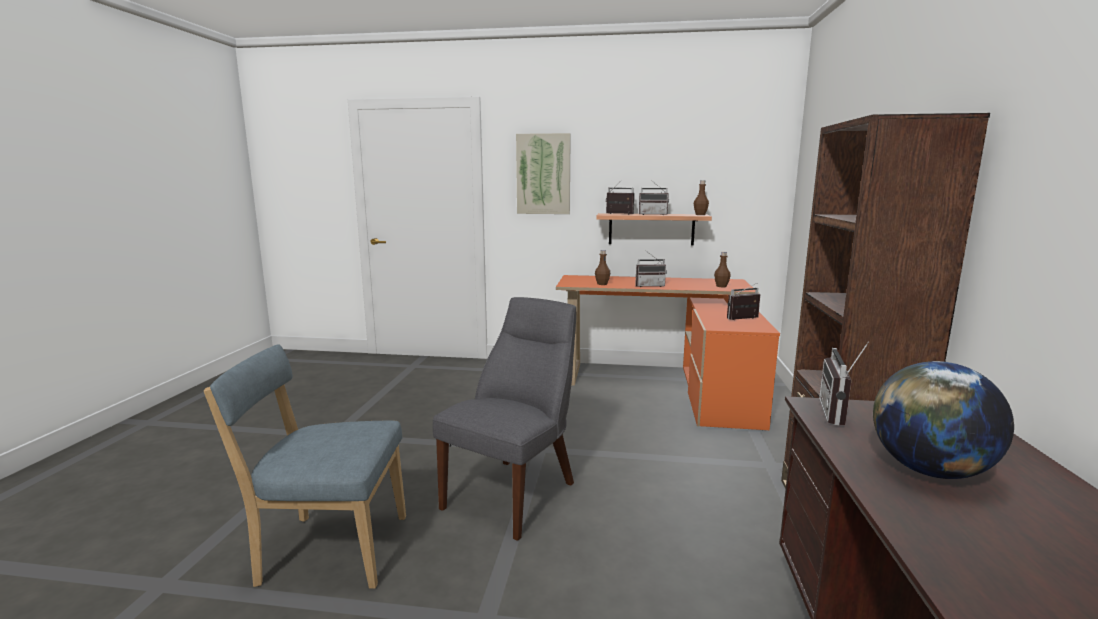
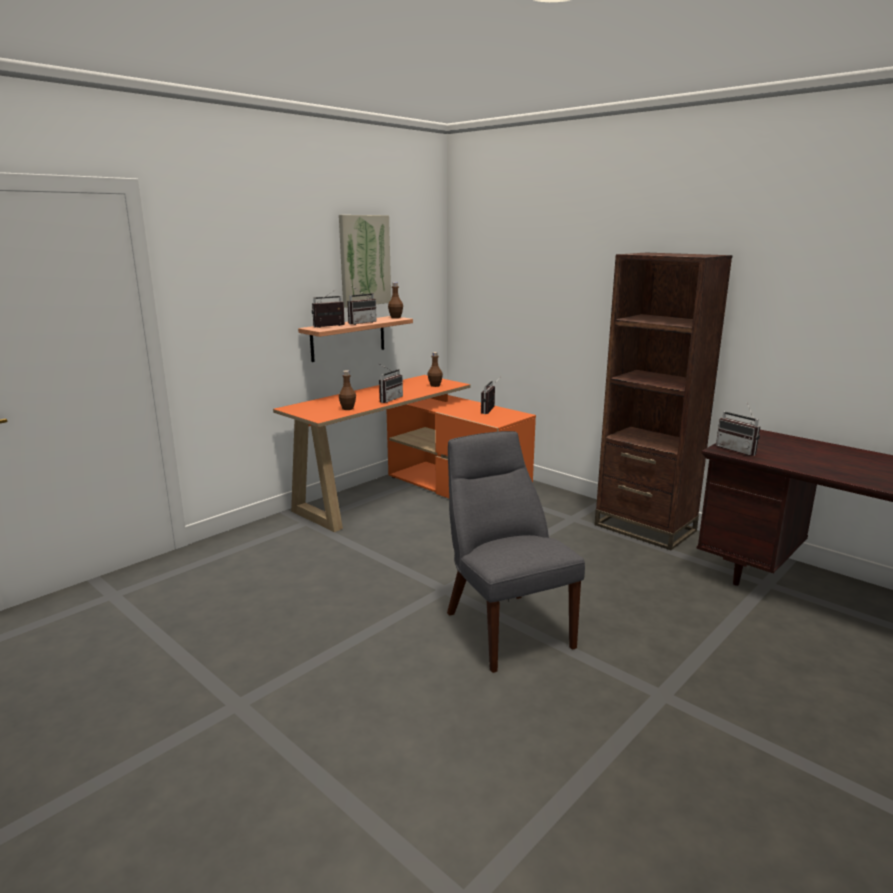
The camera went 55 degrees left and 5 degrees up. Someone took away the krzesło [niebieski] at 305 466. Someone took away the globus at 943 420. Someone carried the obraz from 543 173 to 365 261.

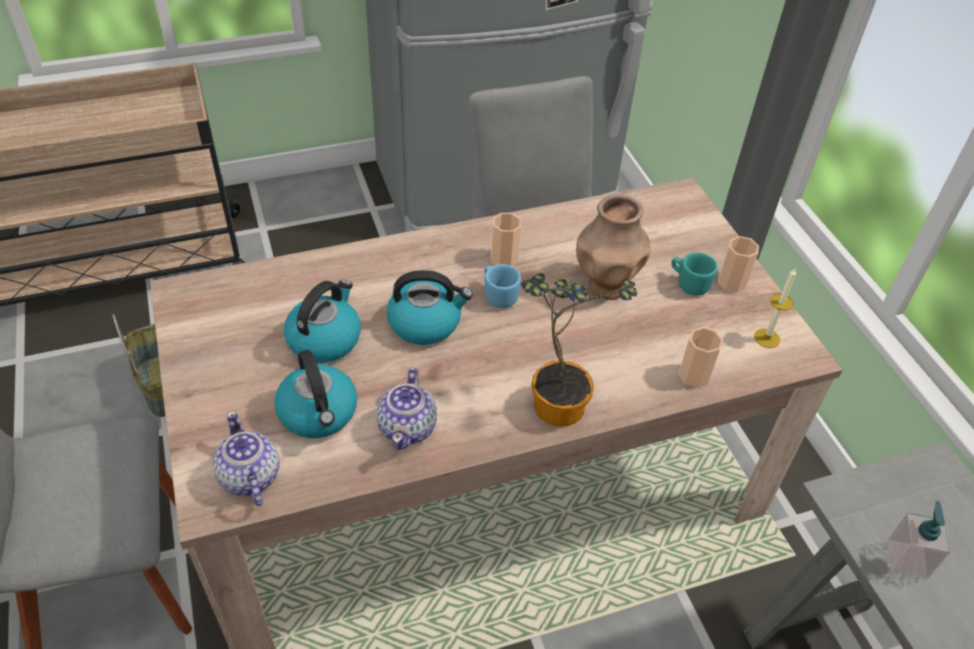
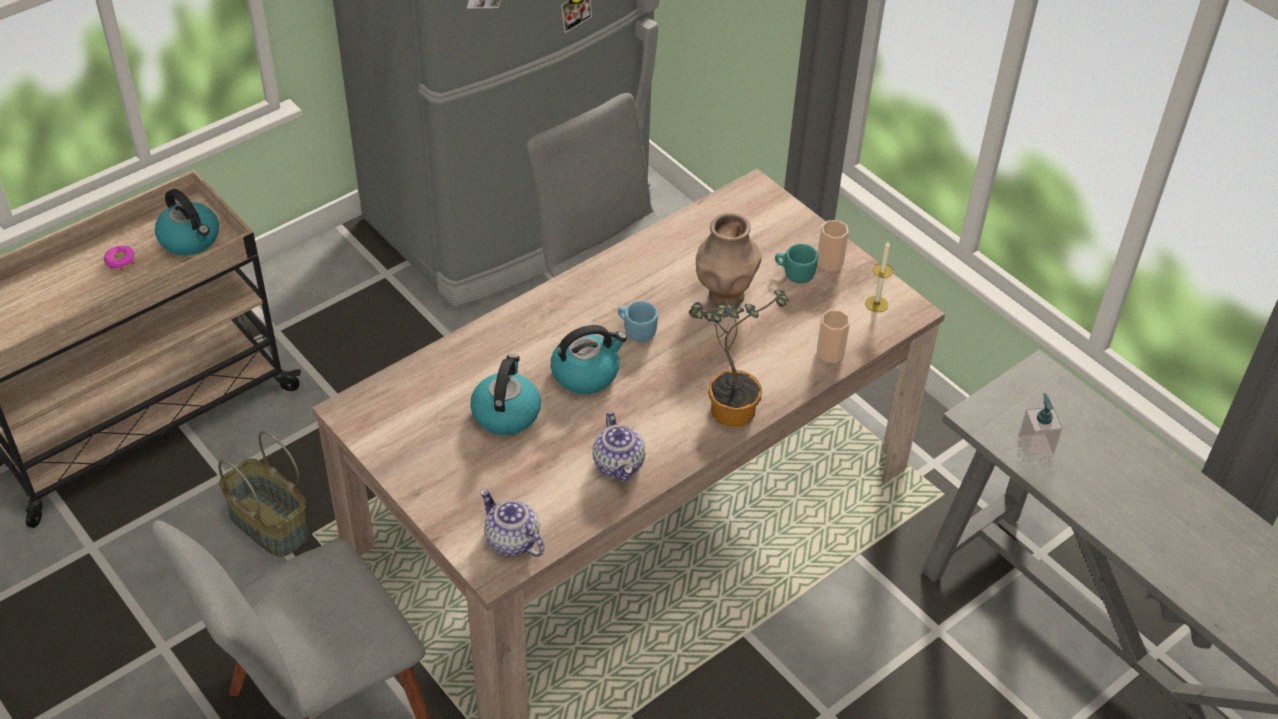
The camera went 20 degrees left and 0 degrees up. Someone took away the filiżanka at 506 239. Someone put down the donut at 120 258. Someone carried the czajnik from 315 394 to 187 222.

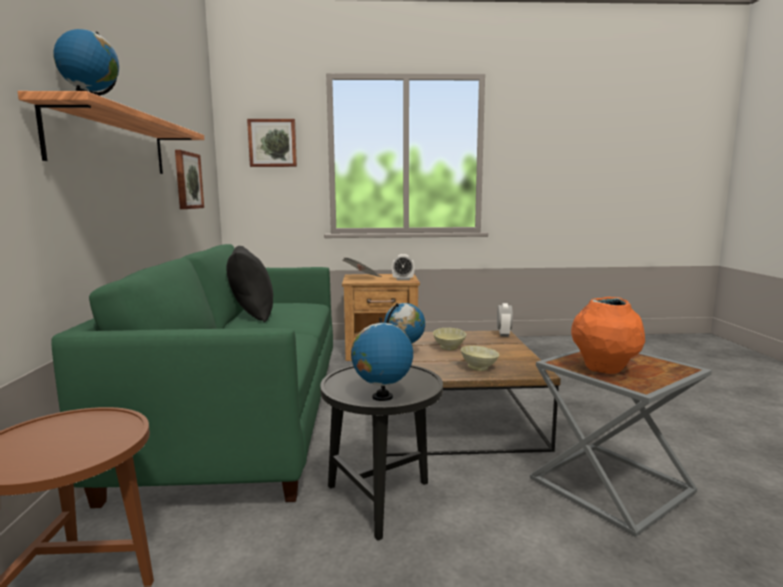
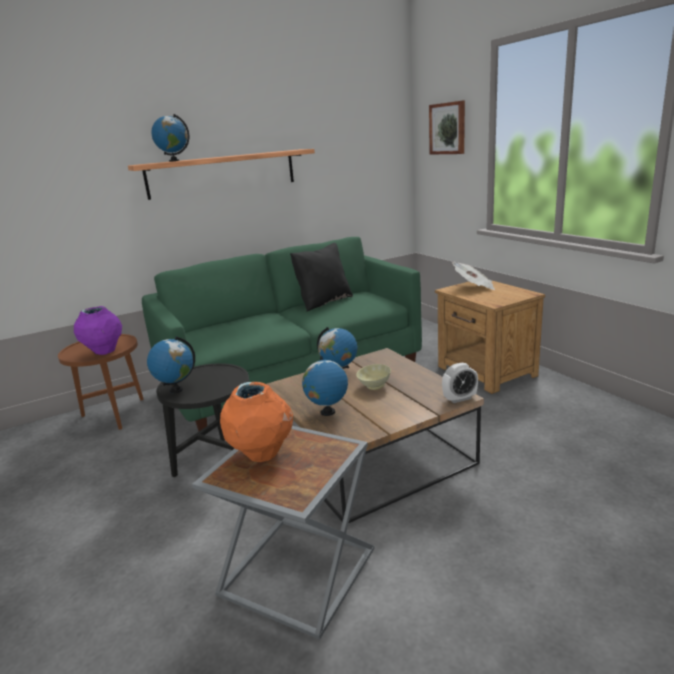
The camera went 65 degrees right and 10 degrees up. Someone took away the obraz at 189 179. Someone took away the budzik at 403 267. Someone put down the wazon [fioletowy] at 98 330. Someone swapped the miska [beżowy] at 480 358 for the globus at 325 386.

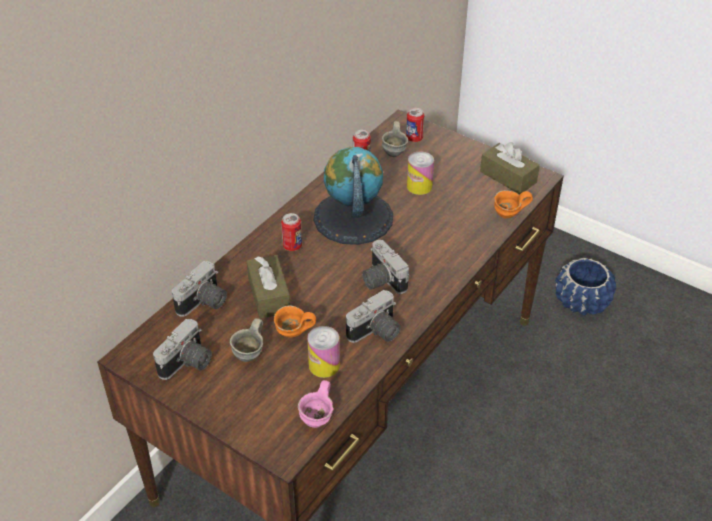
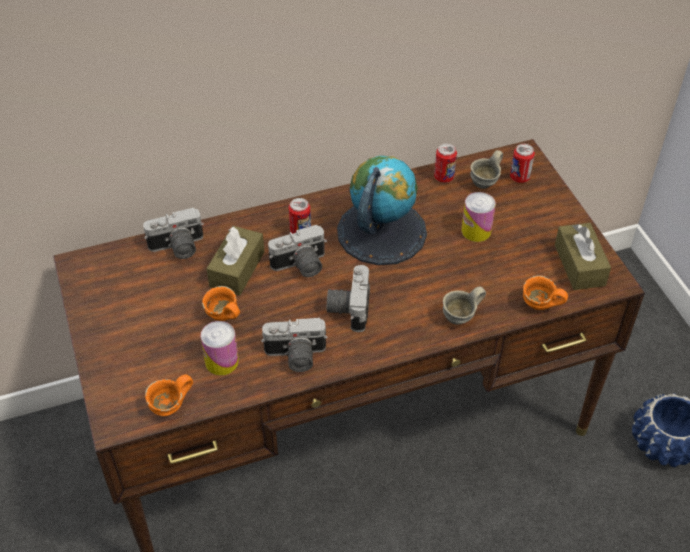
The camera went 35 degrees right and 5 degrees up. Someone carried the aparat fotograficzny from 182 349 to 297 251. Someone carried the kubek [szary] from 246 340 to 464 306. Someone repainted the kubek [różowy] at 315 404, which became the kubek [pomarańczowy] at 169 395.

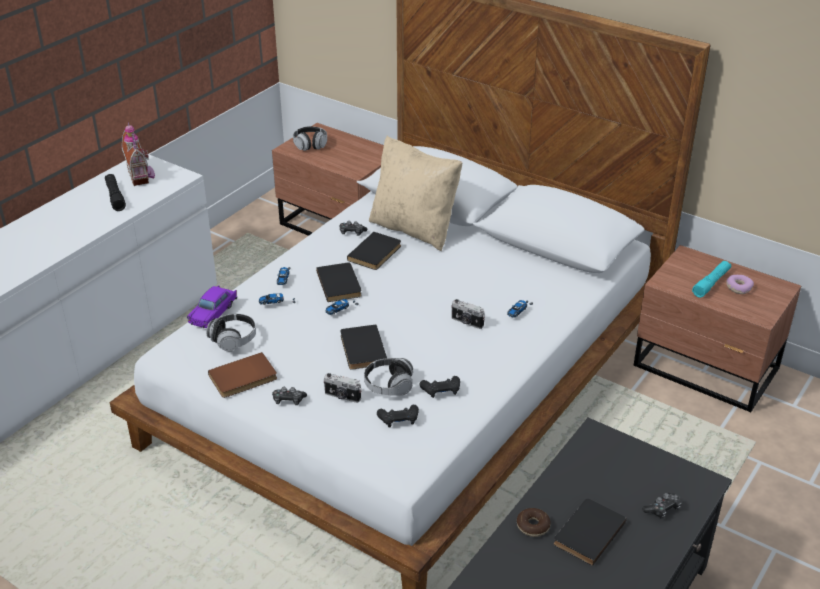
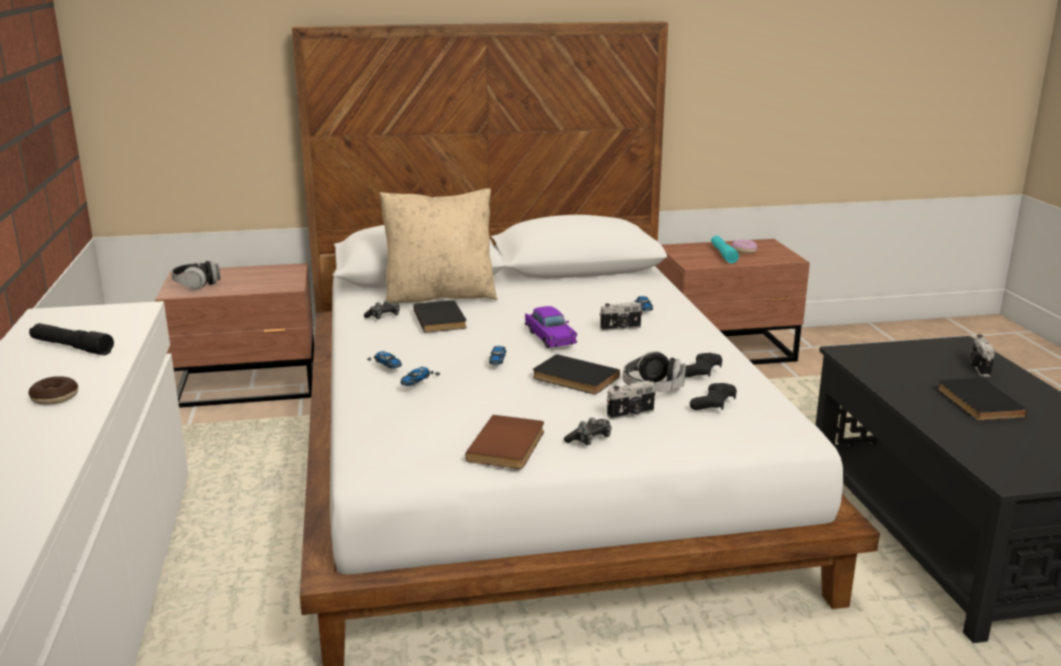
The camera went 45 degrees left and 15 degrees down. Someone took away the domek at 138 154. Someone took away the słuchawki at 231 332. Someone took away the książka [czarny] at 339 282. Someone carried the samochodzik [fioletowy] from 212 306 to 551 327. Someone carried the donut from 534 522 to 53 390. Someone swapped the pad do gier at 661 505 for the aparat fotograficzny at 982 356.

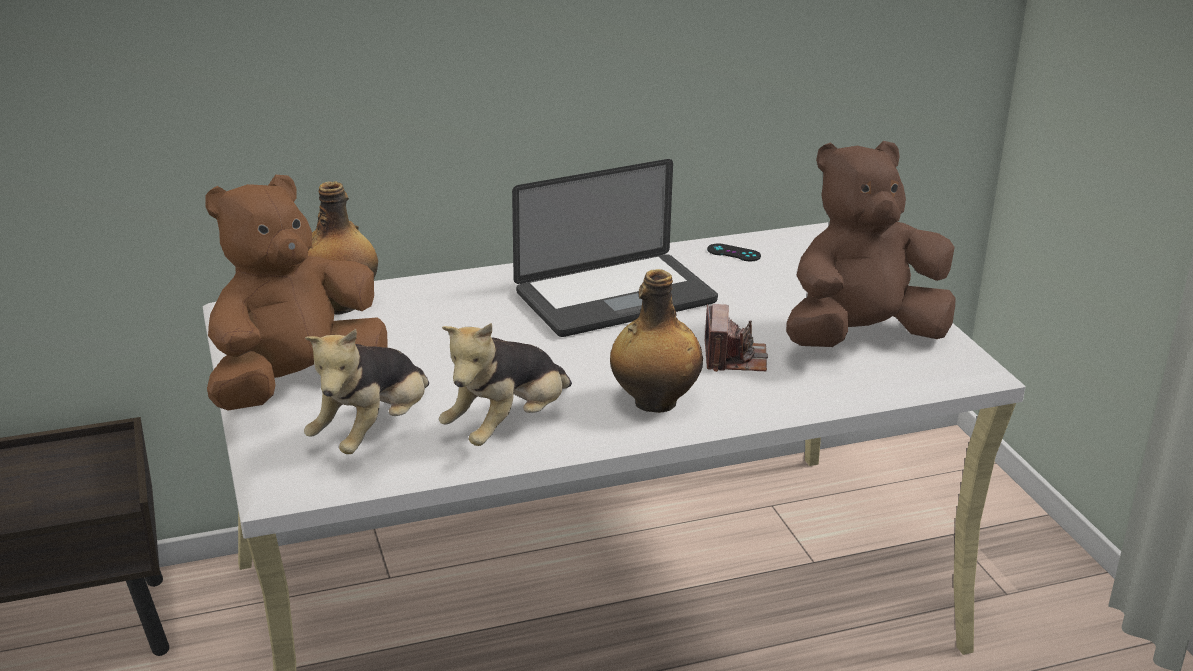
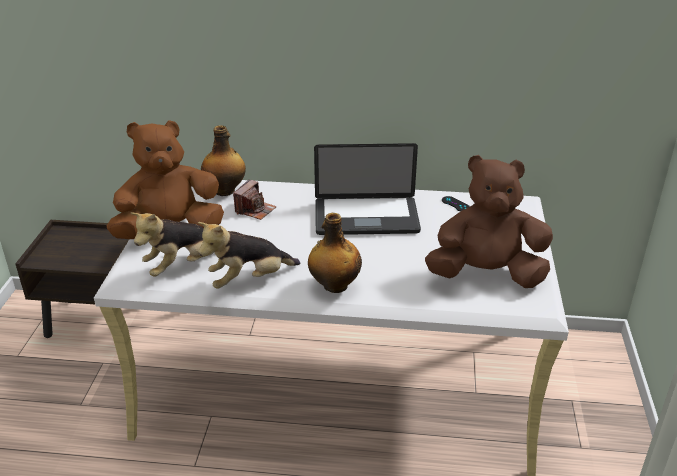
The camera went 25 degrees right and 5 degrees up. Someone carried the aparat fotograficzny from 736 338 to 255 200.

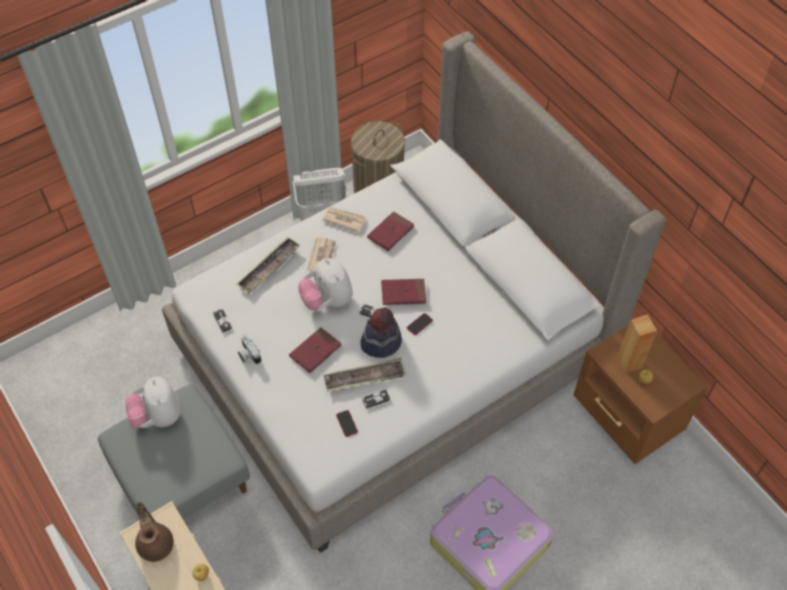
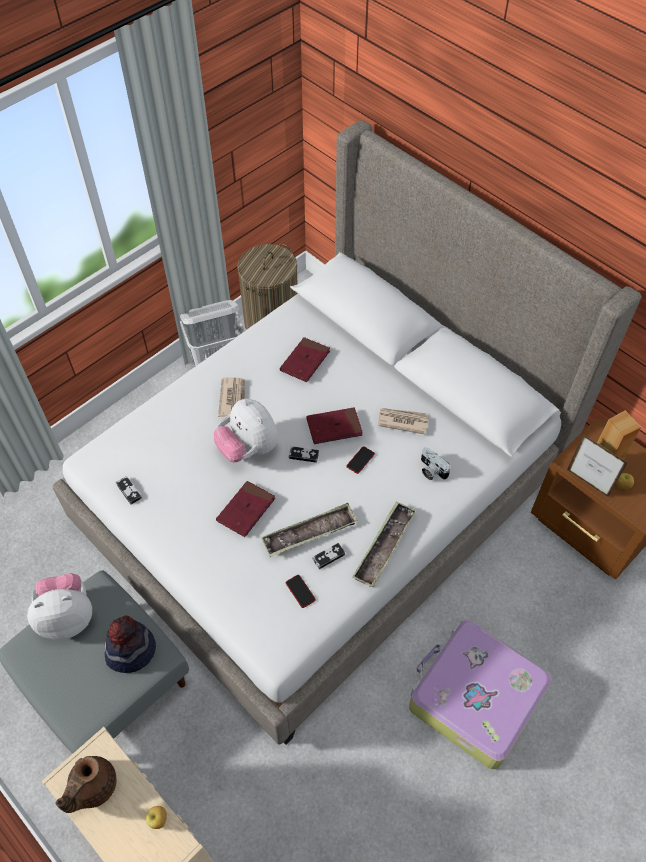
The camera went 10 degrees left and 0 degrees up. Someone put down the ramka na zdjęcie at 597 465. Someone carried the taca from 268 265 to 384 544. Someone carried the aparat fotograficzny from 249 349 to 436 463. Someone carried the gazeta from 344 219 to 403 421. Someone carried the kapelusz from 381 333 to 130 644. Someone rotated the pluszak at 153 402 by 105 degrees clockwise. Someone rotated the imbryk [brązowy] at 154 532 by 120 degrees counterclockwise.

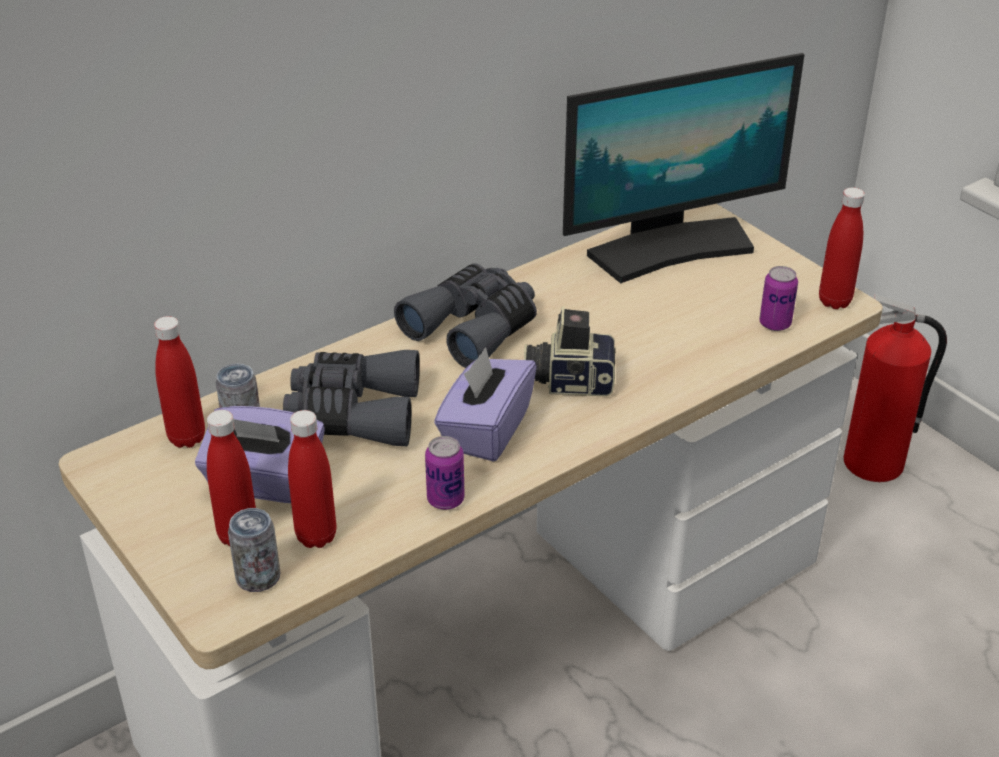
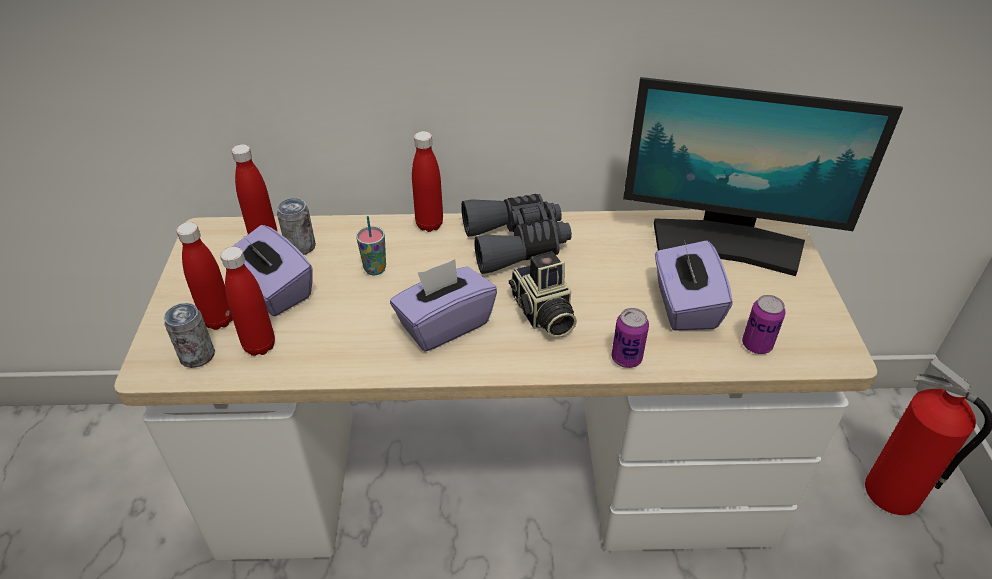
The camera went 35 degrees right and 5 degrees up. Someone put down the pudełko chusteczek [fioletowy] at 694 285. Someone carried the puszka from 444 473 to 630 338. Someone carried the butelka [czerwony] from 842 248 to 427 181. Someone swapped the lornetka [szary] at 351 398 for the filiżanka at 371 245. Someone rotated the aparat fotograficzny at 569 351 by 150 degrees counterclockwise.

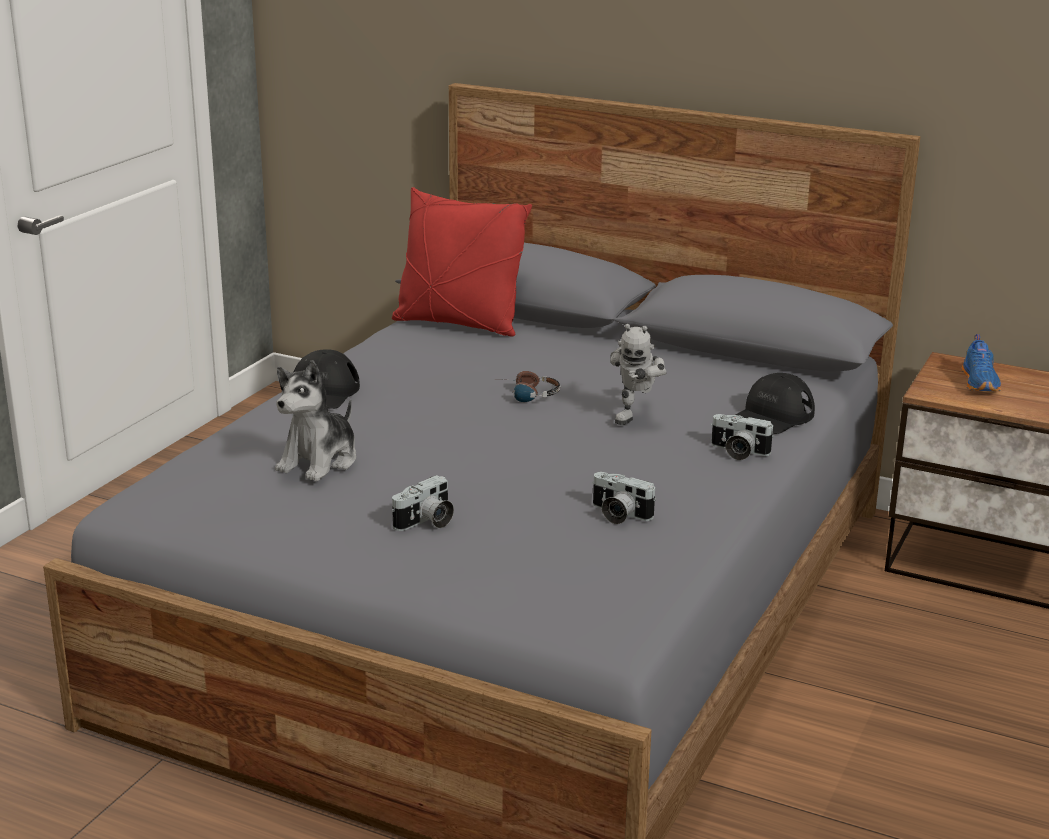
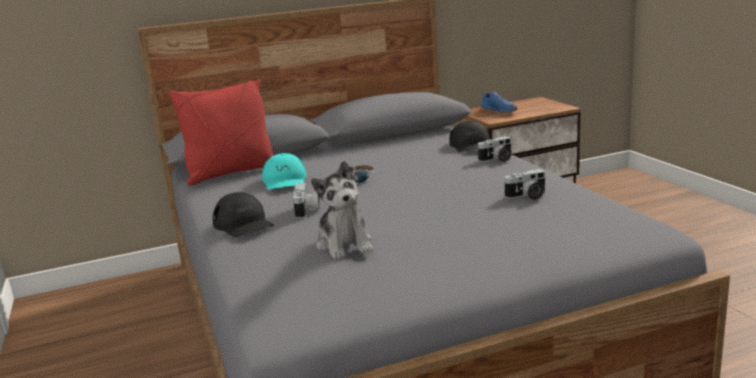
The camera went 45 degrees left and 5 degrees down. Someone took away the robot zabawkowy at 638 374. Someone put down the czapka z daszkiem [turkusowy] at 284 171. Someone carried the aparat fotograficzny from 423 503 to 306 201.

